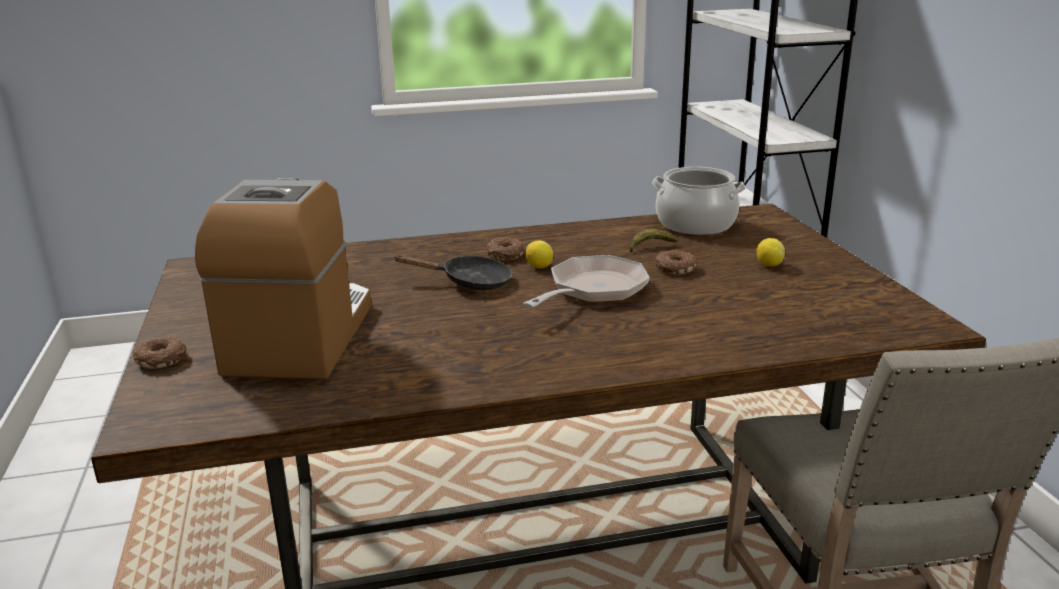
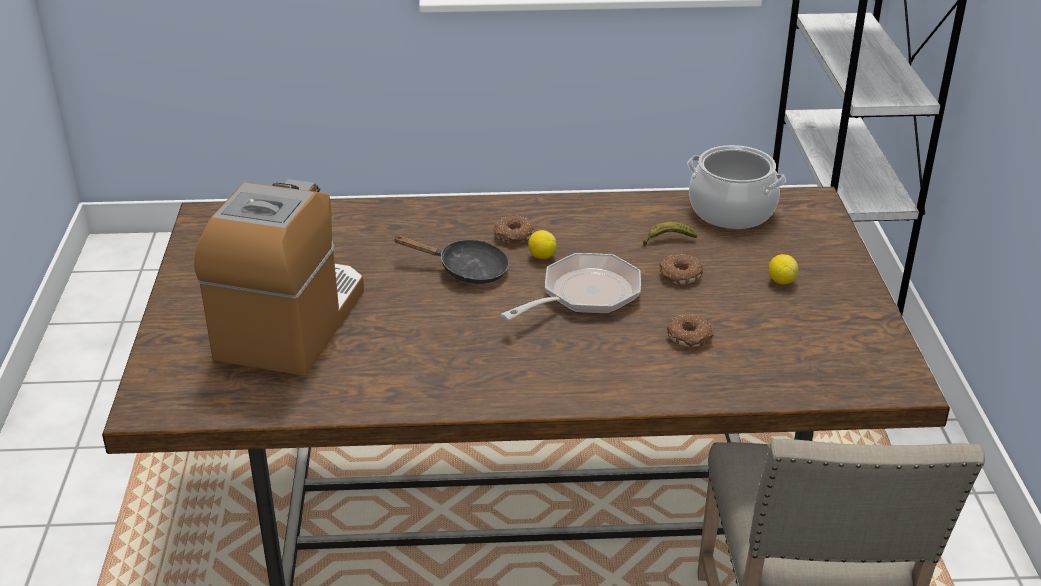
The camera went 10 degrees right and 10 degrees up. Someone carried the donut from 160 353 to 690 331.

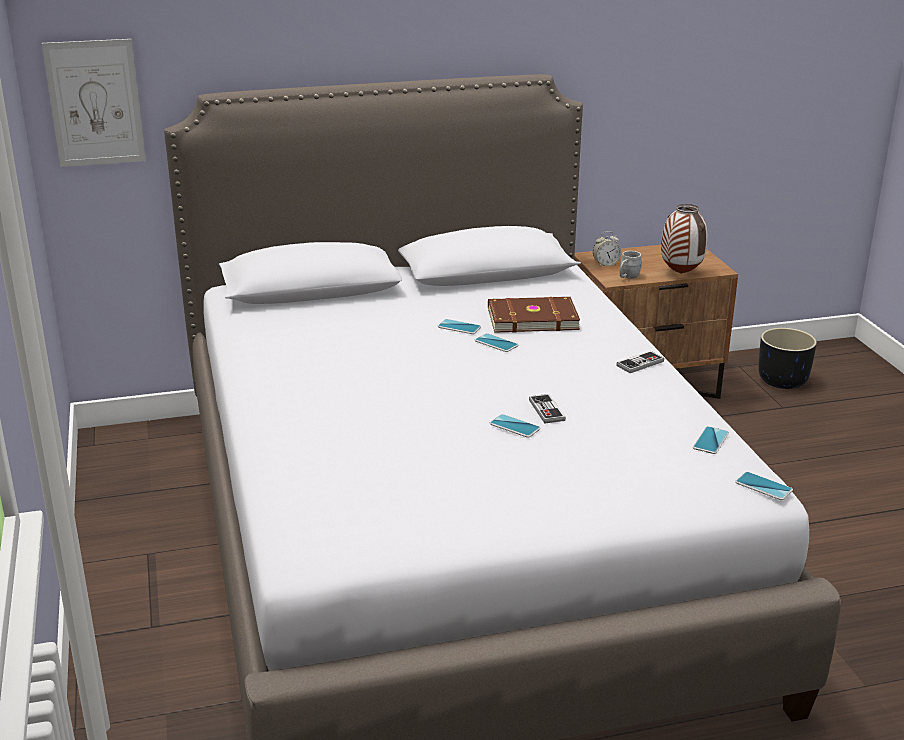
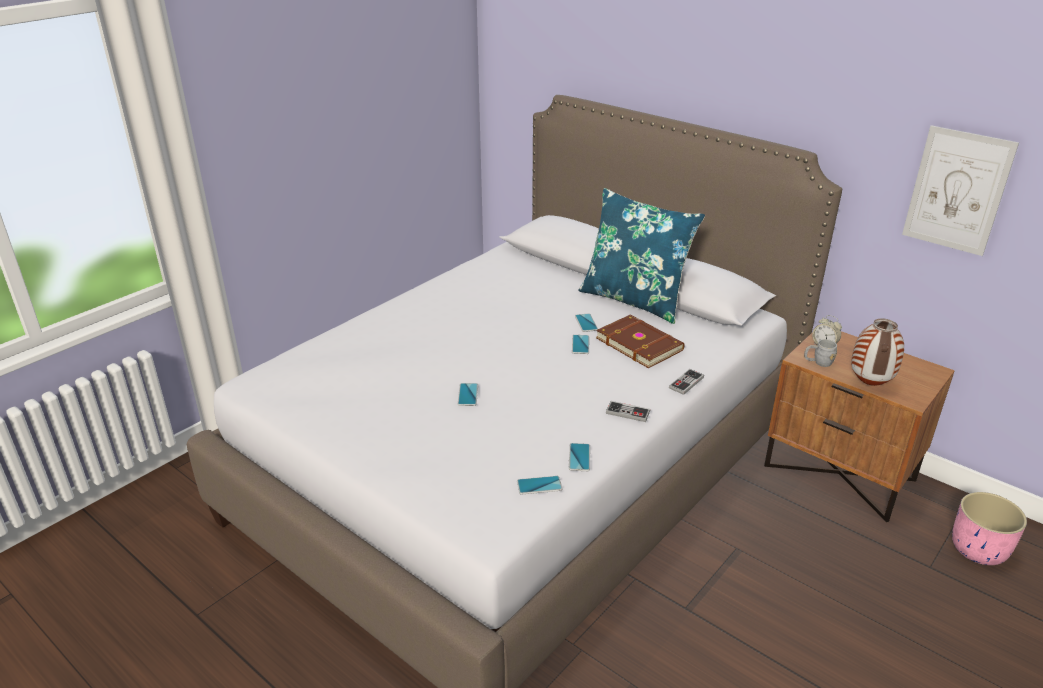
The camera went 55 degrees right and 5 degrees up. Someone put down the poduszka [niebieski] at 641 256. Someone carried the obraz from 94 103 to 960 190. Someone carried the pad do gier from 547 408 to 686 382. Someone carried the telefon from 764 486 to 579 457. Someone repainted the donica [czarny] at 788 358, which became the donica [różowy] at 989 528.

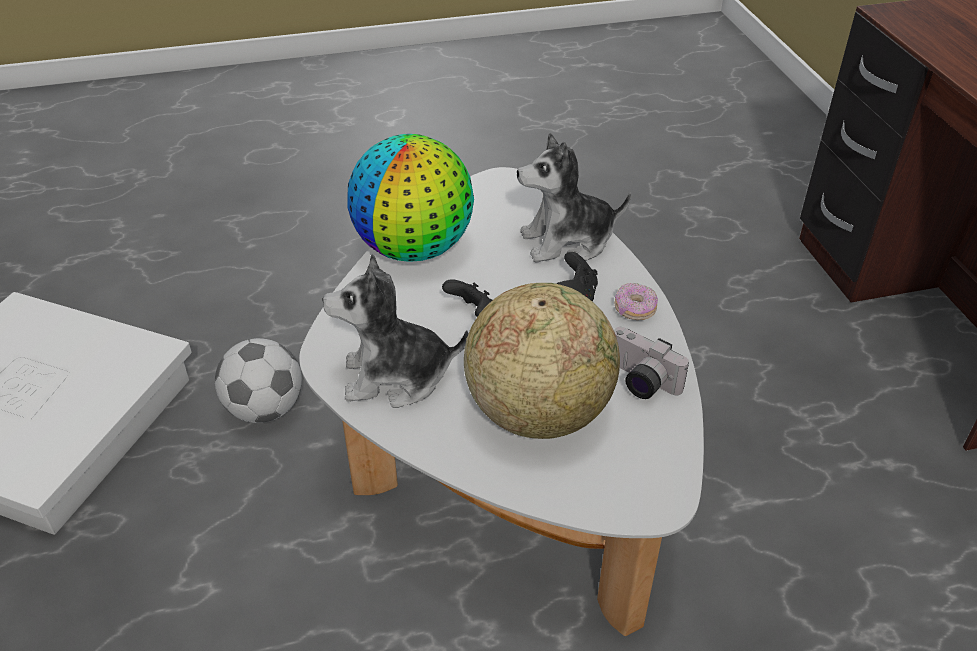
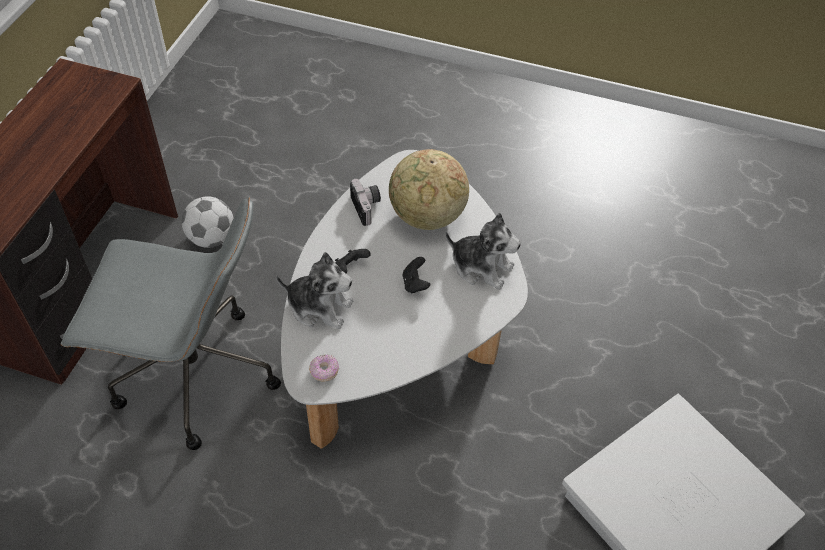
The camera went 150 degrees left and 10 degrees up. Someone took away the globus at 410 198. Someone put down the krzesło biurowe [szary] at 171 323. Someone carried the piłka futbolowa from 258 380 to 208 222. Someone carried the donut from 636 301 to 324 368.

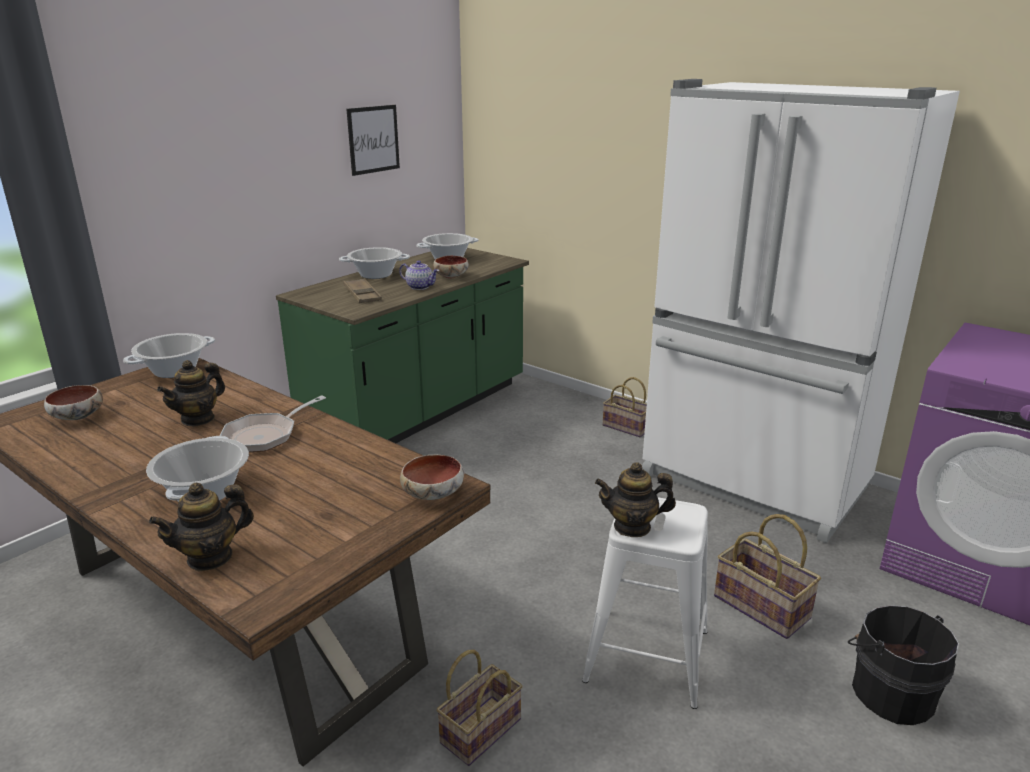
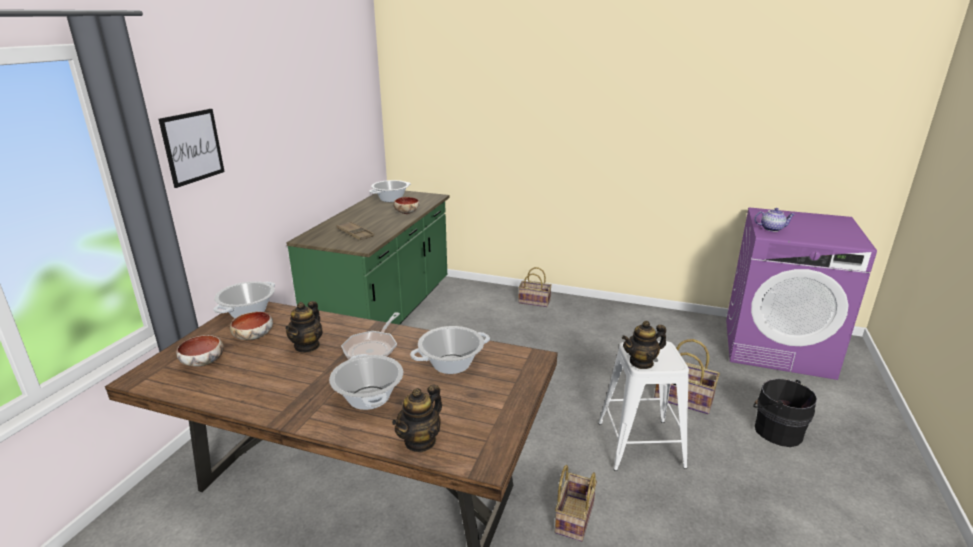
The camera went 20 degrees left and 0 degrees up. Someone took away the lodówka [biały] at 801 311. Someone carried the garnek from 374 263 to 450 350. Someone carried the obraz from 373 140 to 192 148. Someone carried the imbryk from 419 275 to 774 220. Someone carried the miska from 432 477 to 251 326.

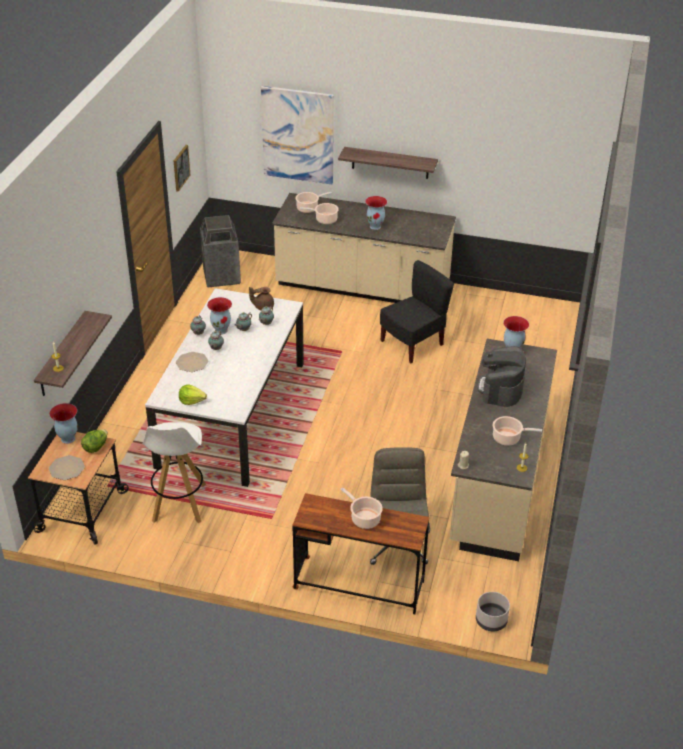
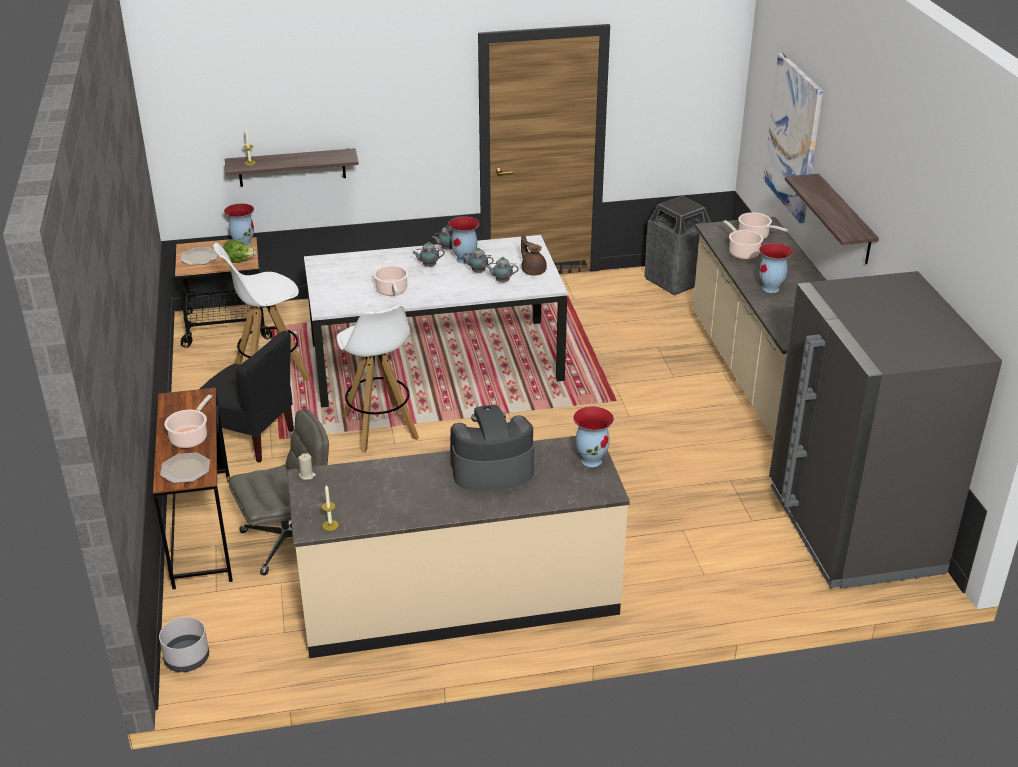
The camera went 65 degrees right and 5 degrees down. Someone took away the obraz at 182 168. Someone took away the sałata at 193 394. Someone put down the stołek [biały] at 378 379. Someone put down the lodówka [szary] at 885 430. Someone carried the talerz from 192 362 to 185 468. Someone carried the krzesło [czarny] from 417 312 to 247 397. Someone carried the garnek from 517 431 to 390 280.

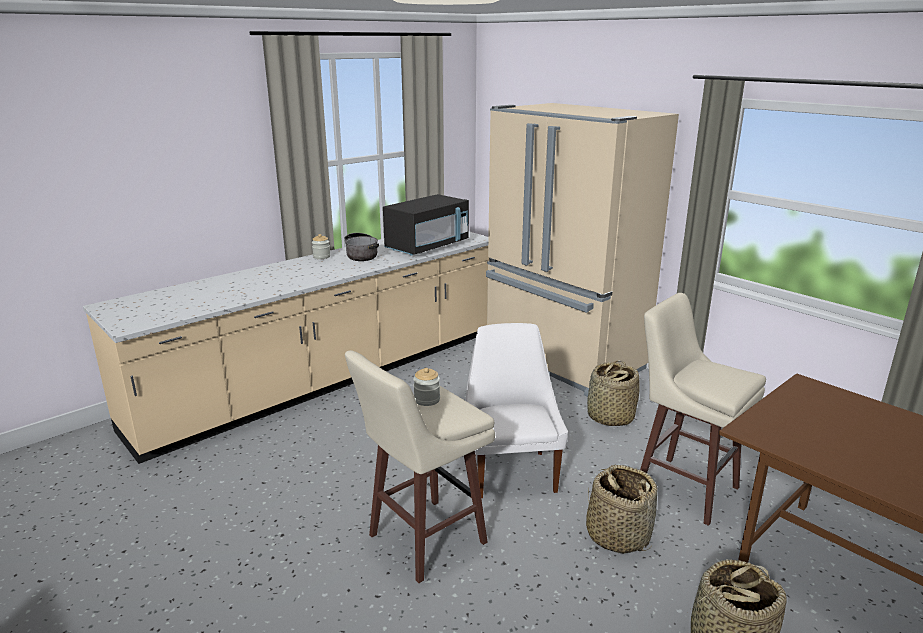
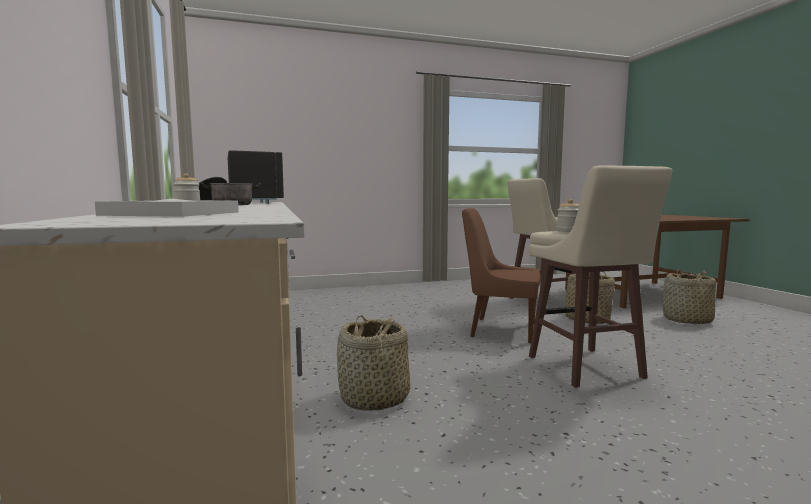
The camera went 65 degrees left and 15 degrees down. Someone took away the lodówka [beżowy] at 582 250. Someone put down the taca [biały] at 167 208. Someone carried the koszyk from 613 393 to 373 363. Someone repainted the krzesło [biały] at 517 410, which became the krzesło [brązowy] at 501 275.

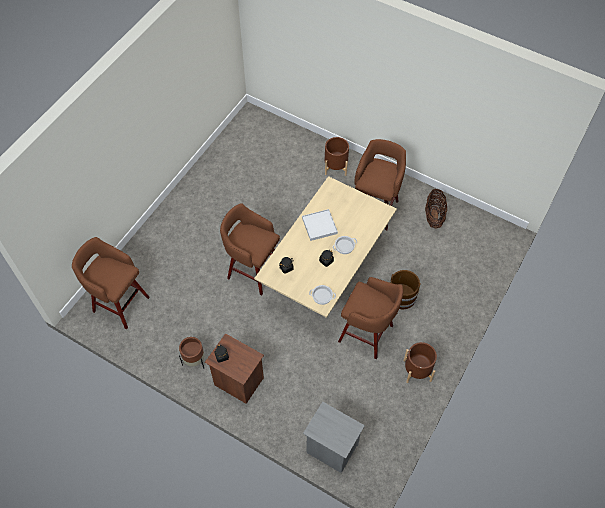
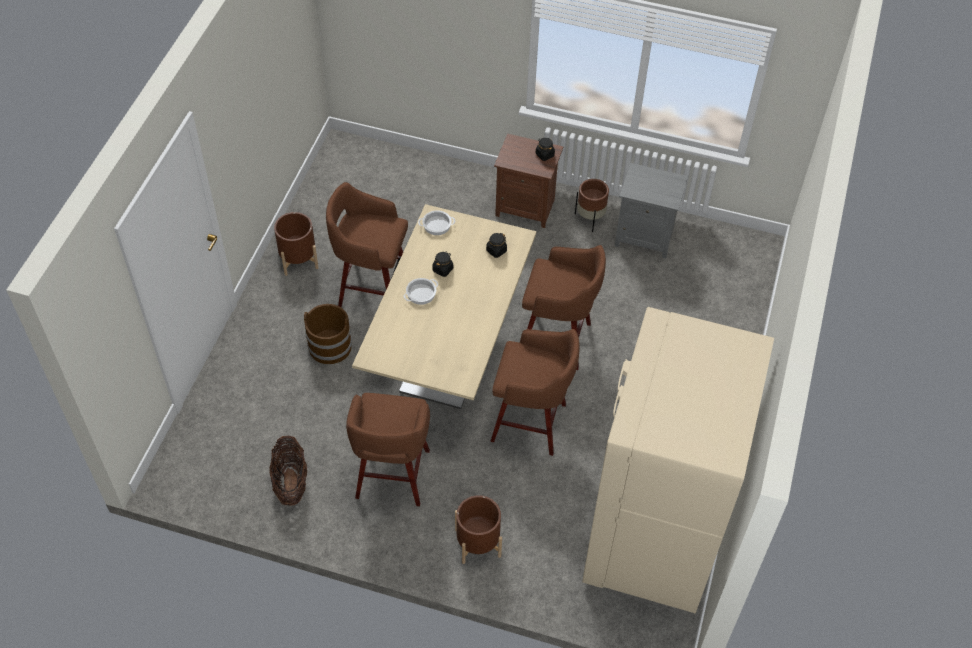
The camera went 165 degrees right and 5 degrees down. Someone took away the taca [biały] at 320 225. Someone put down the lodówka [beżowy] at 678 460. Someone carried the stołek [brązowy] from 111 283 to 535 392. Someone carried the szafka nocna [szary] from 334 437 to 651 210.

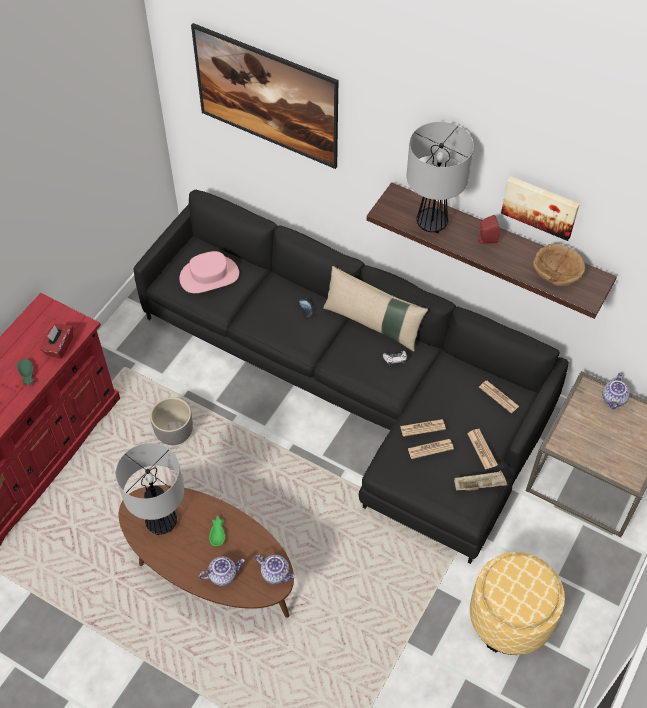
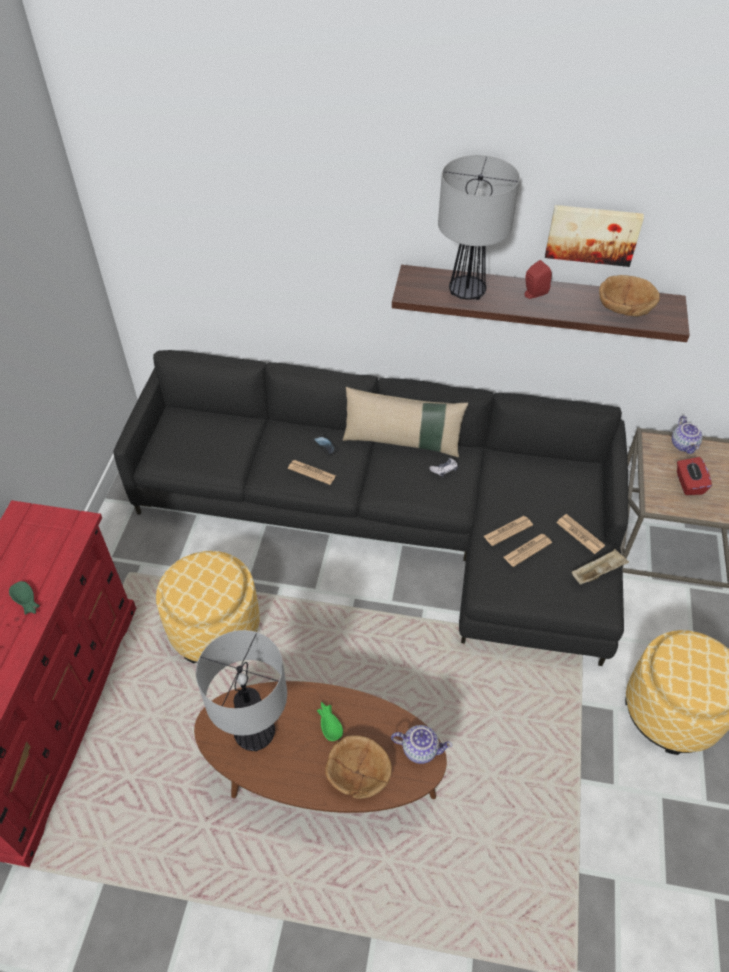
The camera went 20 degrees left and 5 degrees down. Someone took away the kapelusz [różowy] at 209 272. Someone took away the obraz at 264 96. Someone carried the pudełko chusteczek [czerwony] from 56 341 to 694 476. Someone carried the gazeta from 499 397 to 312 472. Someone swapped the donica [szary] at 171 421 for the pufa at 208 607. Someone swapped the imbryk at 222 571 for the miska [brązowy] at 358 767.

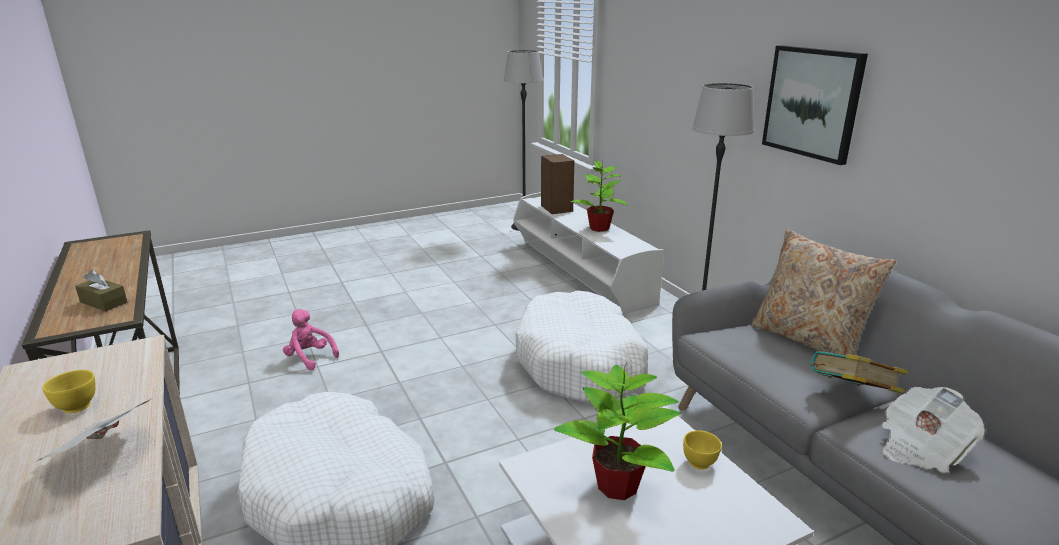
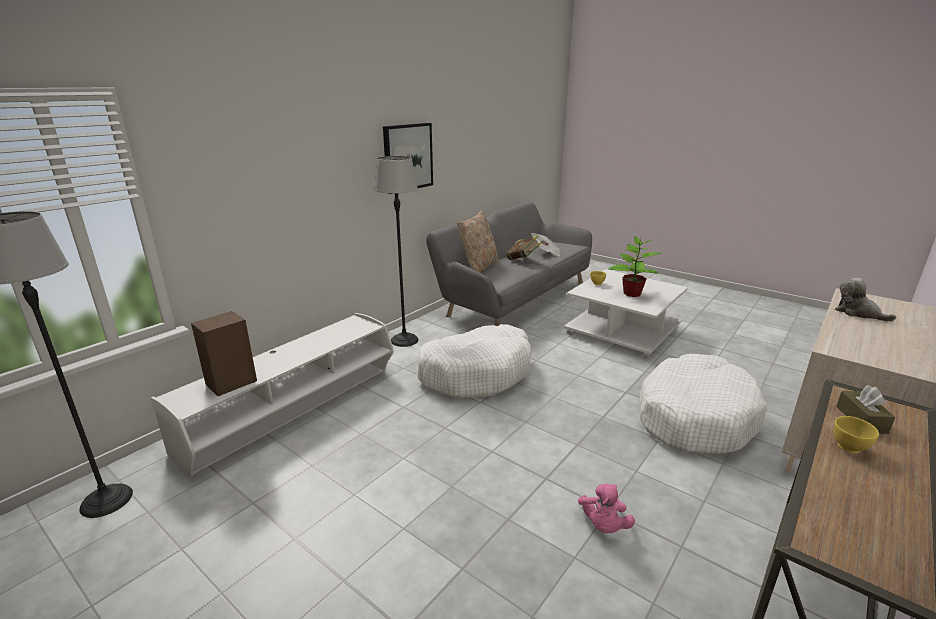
The camera went 115 degrees left and 0 degrees up. Someone took away the roślina doniczkowa at 599 196. Someone carried the miska [żółty] from 69 391 to 856 434. Someone swapped the gazeta at 95 429 for the pluszak at 866 300.

